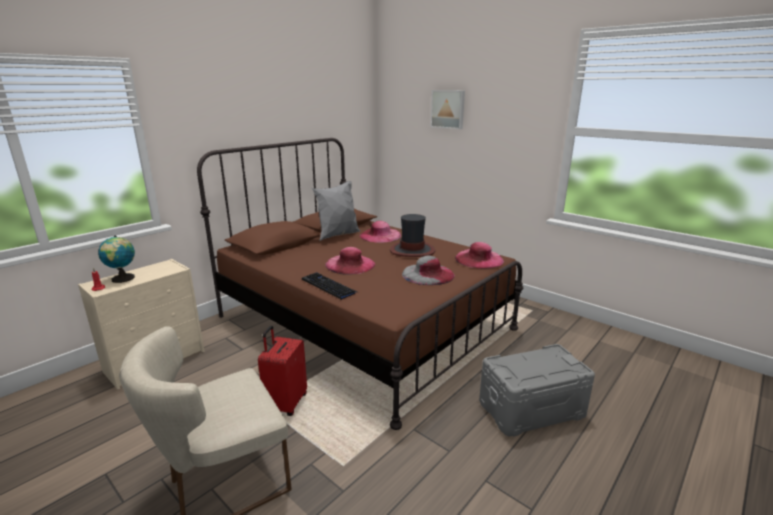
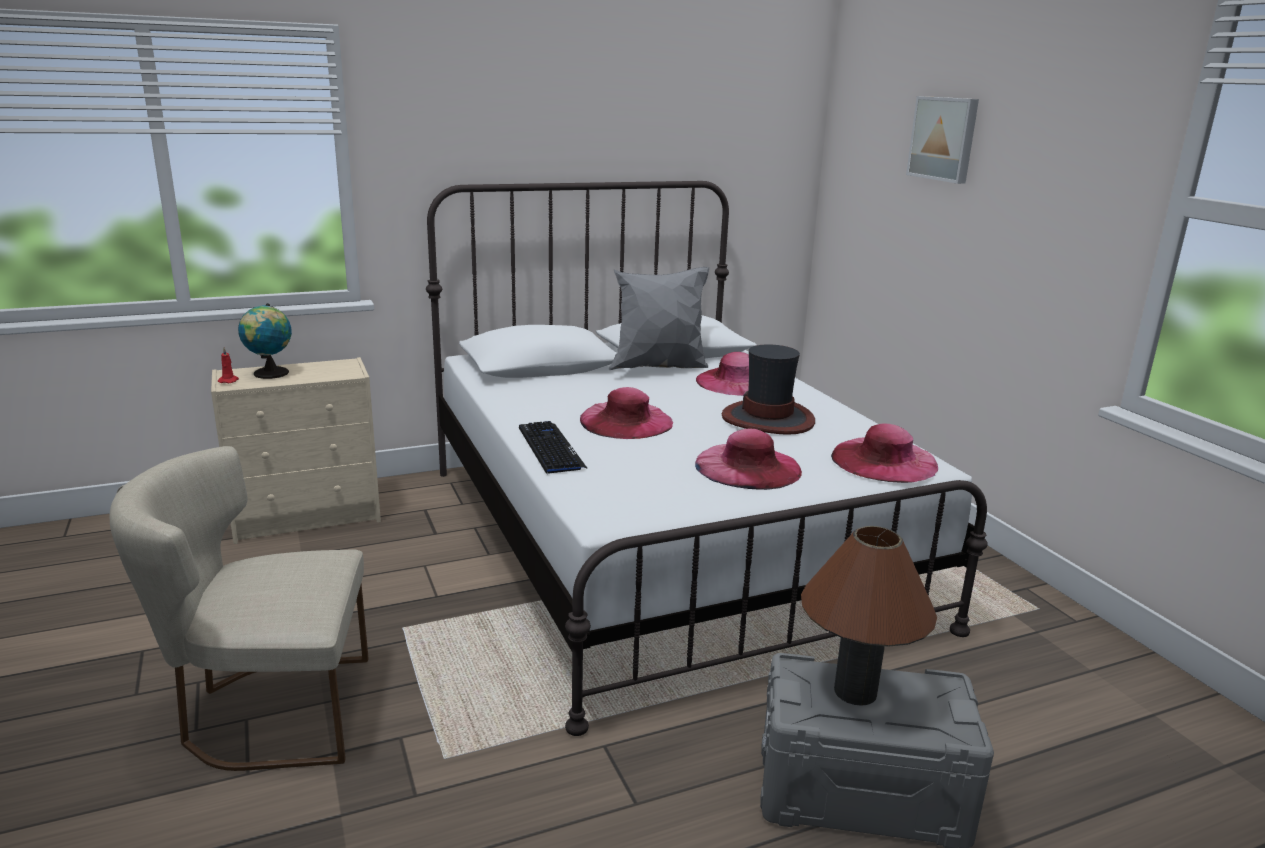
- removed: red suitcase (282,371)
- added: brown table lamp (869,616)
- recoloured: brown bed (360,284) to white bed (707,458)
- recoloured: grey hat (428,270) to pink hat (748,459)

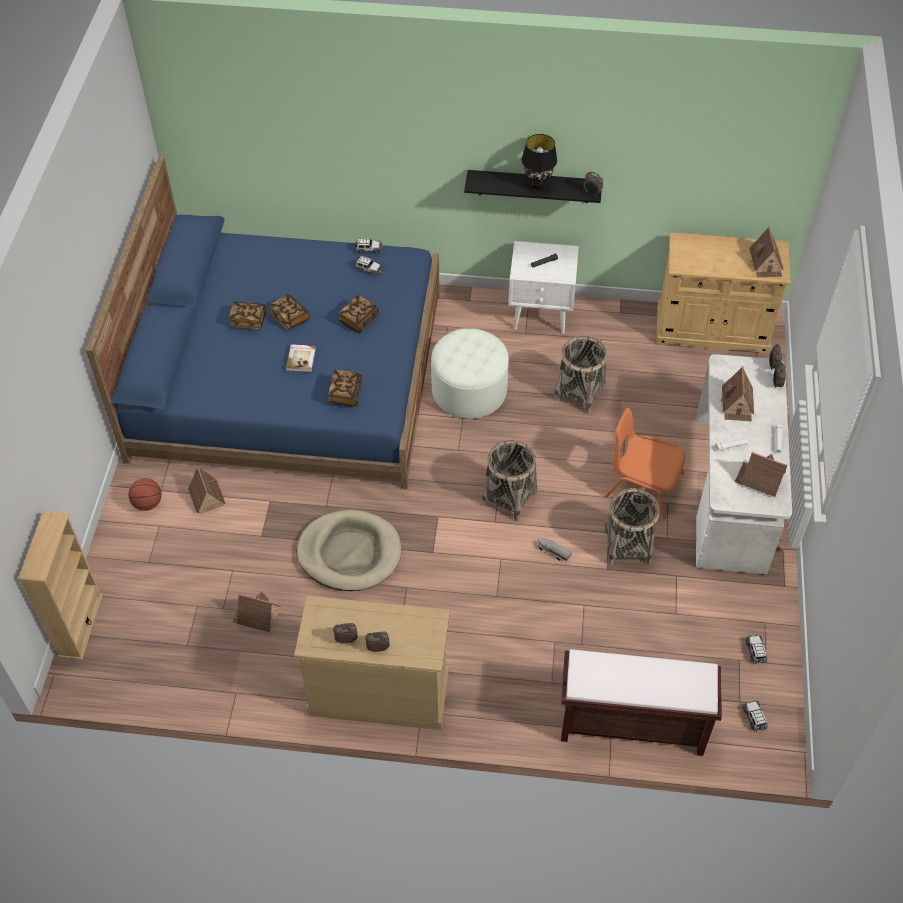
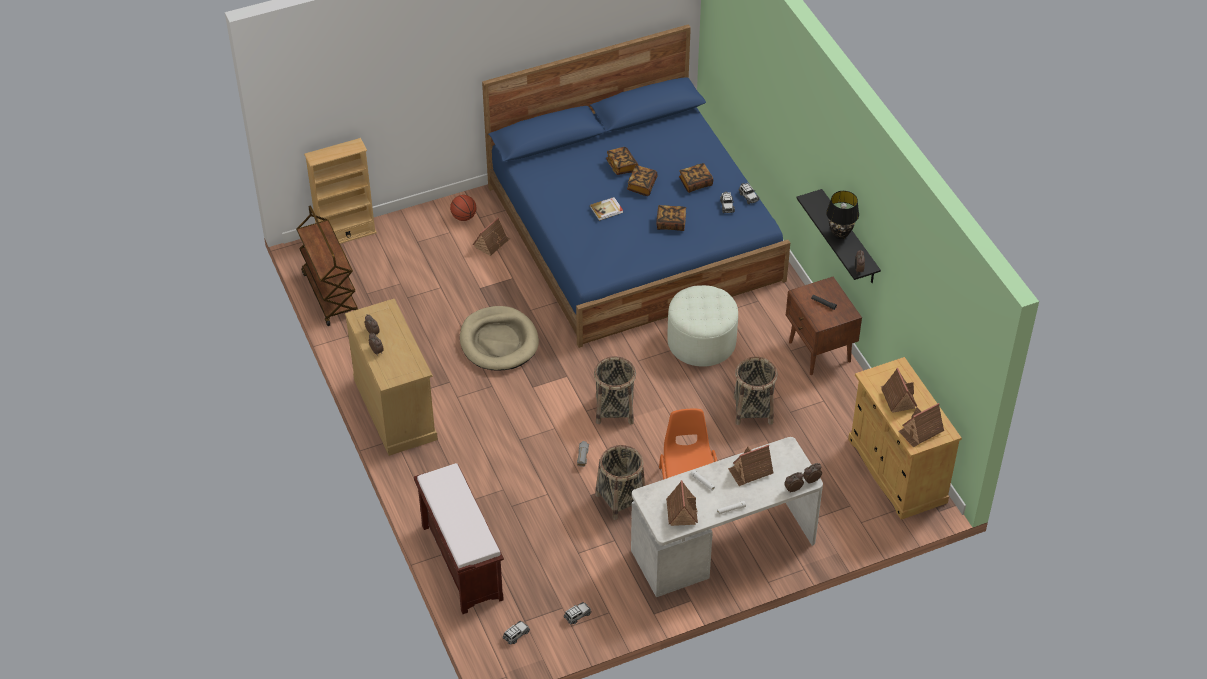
- added: brown cart (327,266)
- moved: toy house (256,611) to (899,390)
- moved: book (345,388) to (696,178)
- recoloured: white nightstand (543,287) to brown nightstand (824,325)

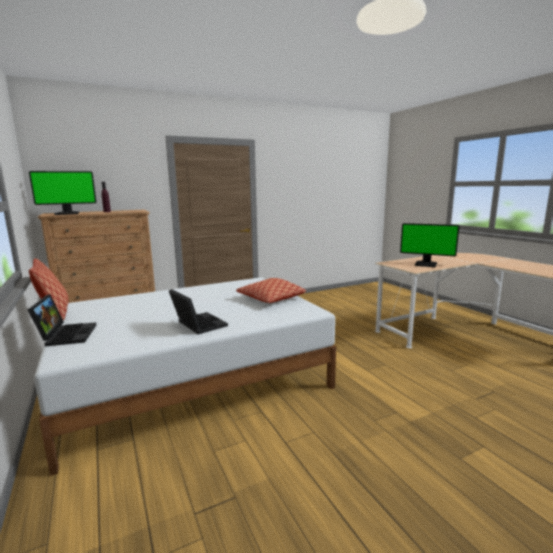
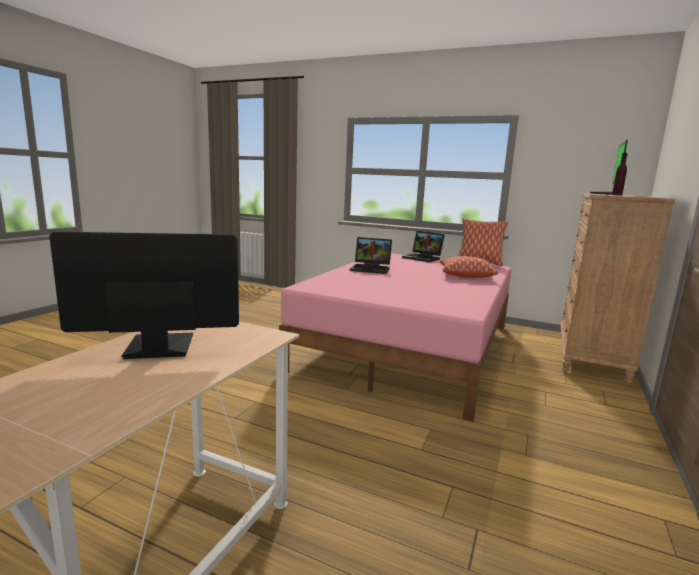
- moved: pillow (271,290) to (469,267)
- recoloured: white bed (185,376) to pink bed (395,337)

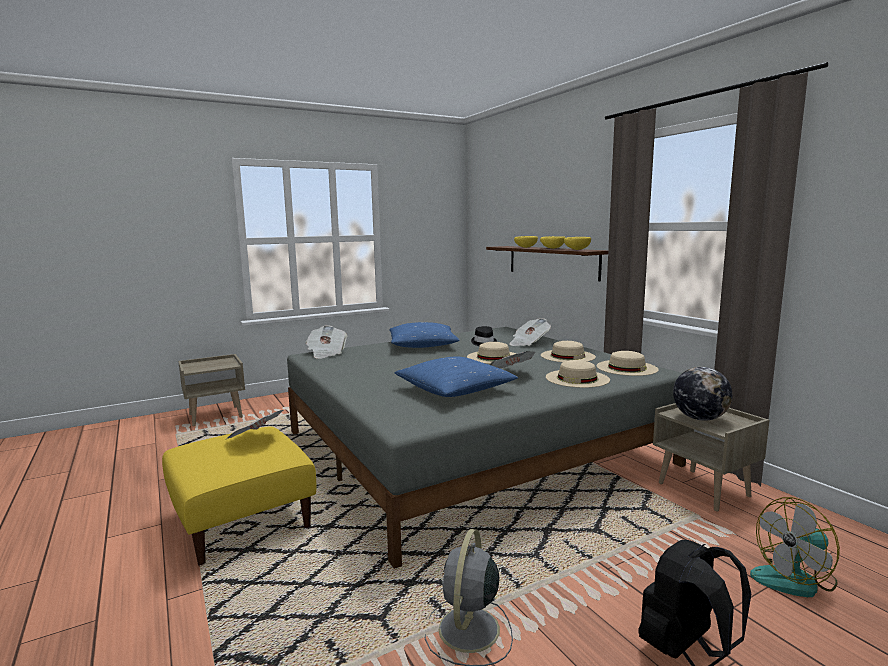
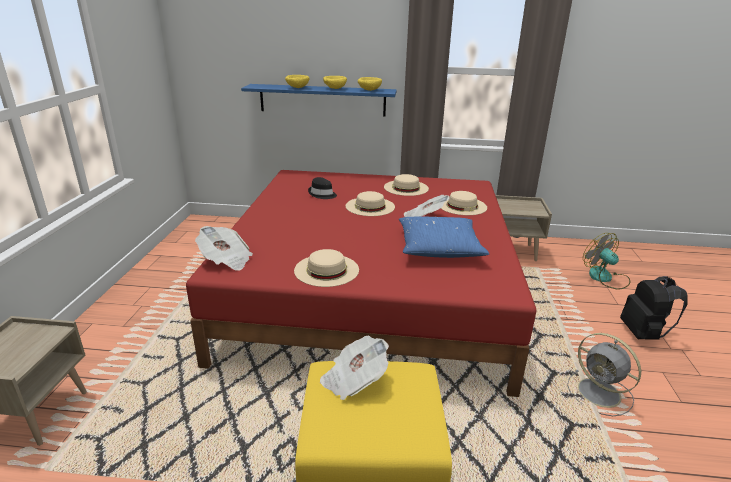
- removed: blue pillow (424,335)
- removed: newspaper (530,332)
- removed: globe (702,394)
- moved: beige hat (628,363) to (326,268)
- recoloured: grey bed (486,448) to red bed (361,283)
- recoloured: brown shelf (547,263) to blue shelf (319,100)
- turned: fan (795,547) = (606,261) 135 degrees clockwise

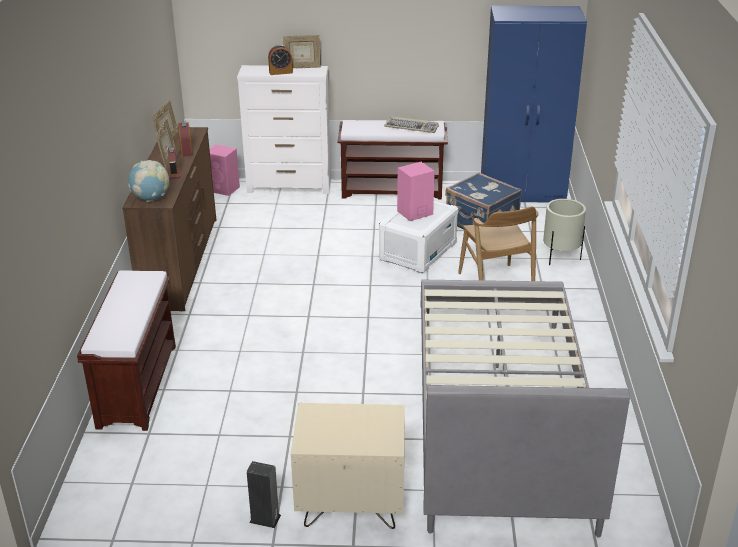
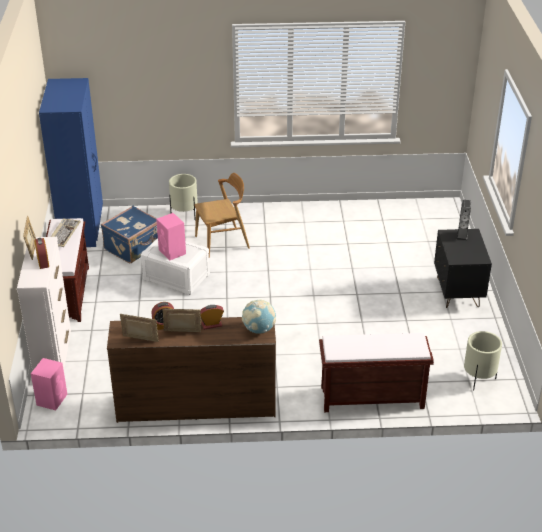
- removed: grey bed (525,408)
- added: beige planter (483,361)
- moved: speaker (264,494) to (464,220)
- recoloured: beige nightstand (348,466) to black nightstand (463,268)

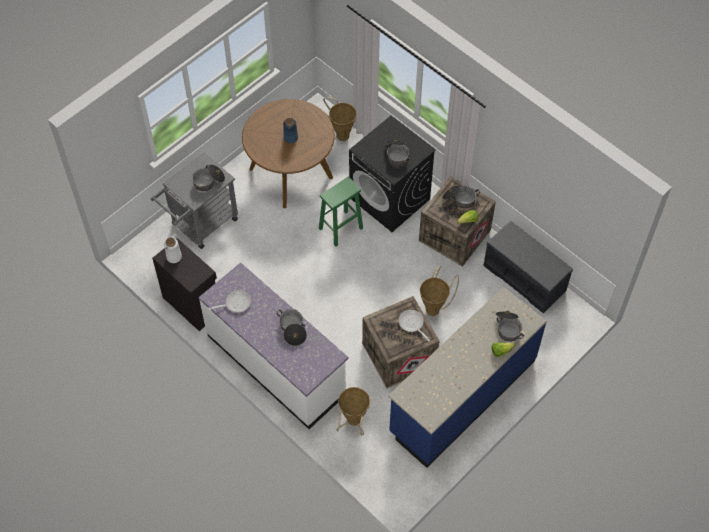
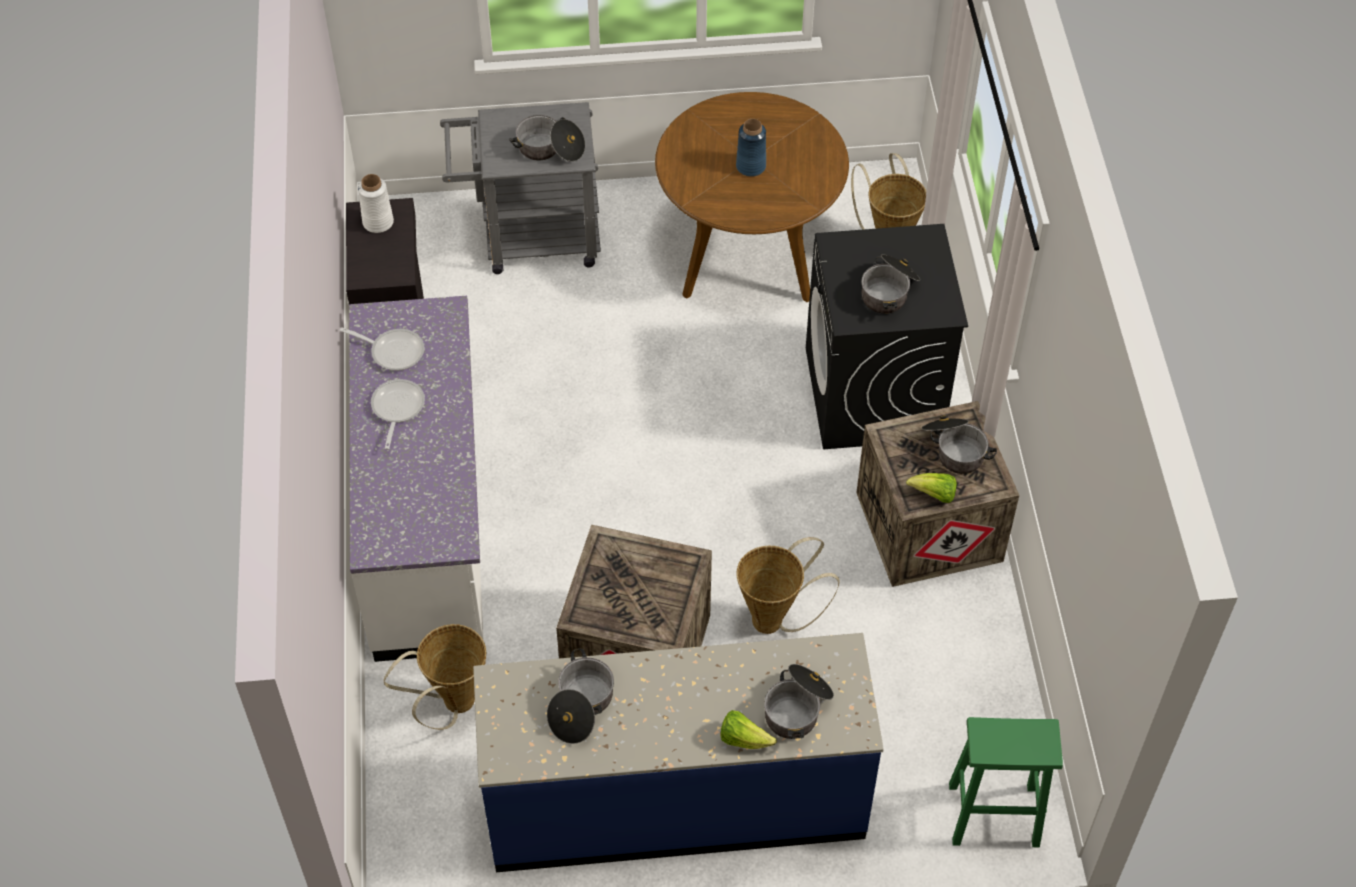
- removed: grey bench (528,267)
- moved: cooking pot (292,327) to (580,696)
- moved: green stool (341,212) to (1006,782)
- moved: frying pan (414,326) to (398,414)

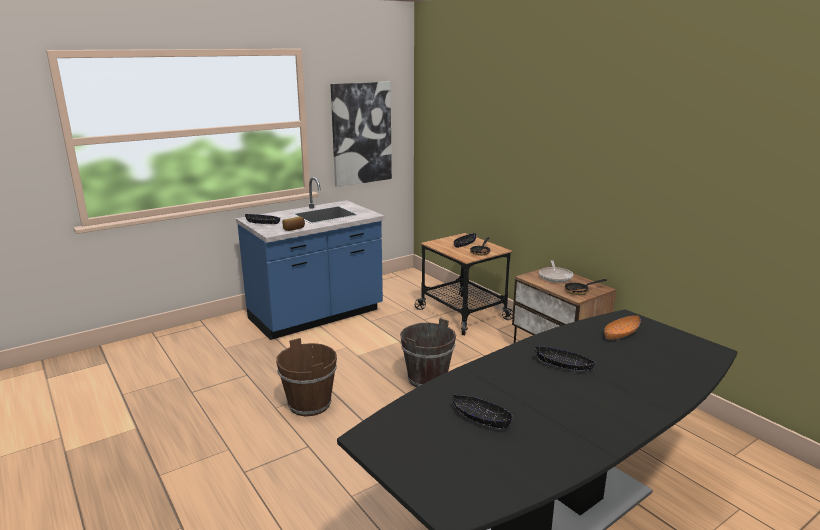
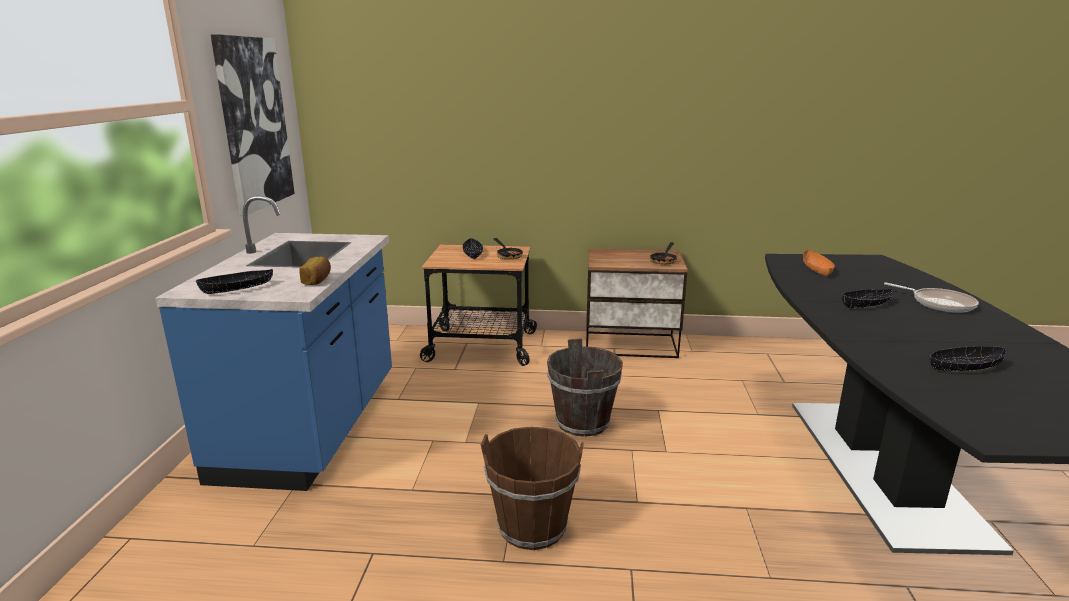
- moved: frying pan (556,271) to (931,298)

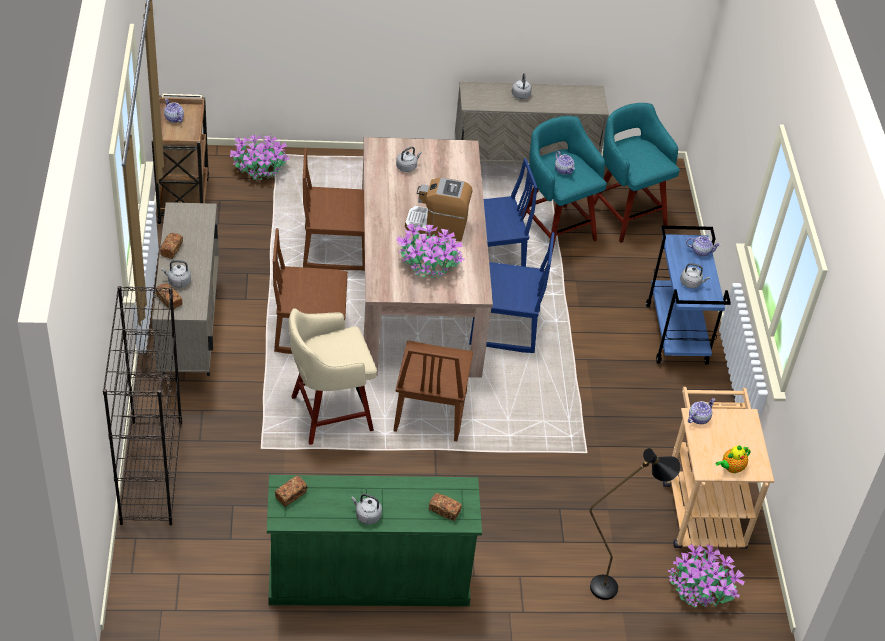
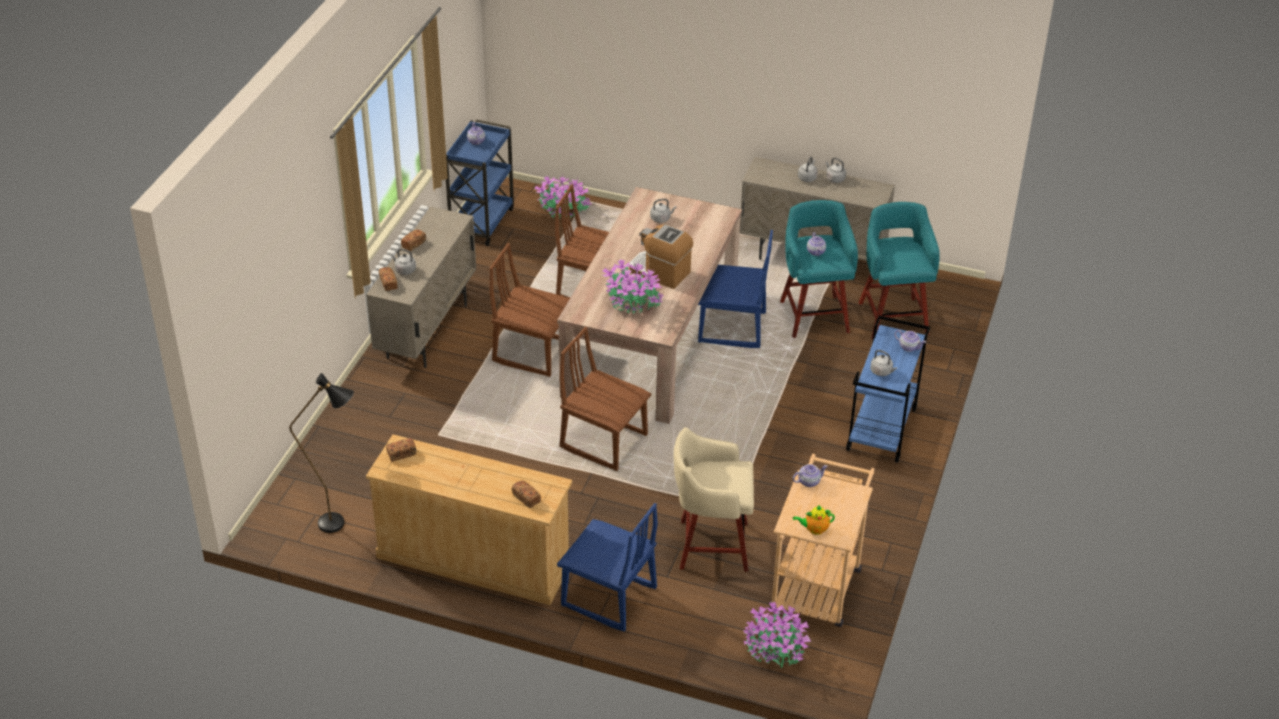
- removed: black bookcase (142,405)
- moved: beige stool (333,376) to (714,499)
- moved: grey kettle (366,509) to (835,170)
- moved: blue chair (512,292) to (607,567)
- moved: black floor lamp (635,524) to (321,453)
- recoloured: brown cart (180,159) to blue cart (480,182)
- recoloured: green dresser (374,540) to beige dresser (469,519)
- turned: brown chair (433,391) = (605,399) 90 degrees clockwise

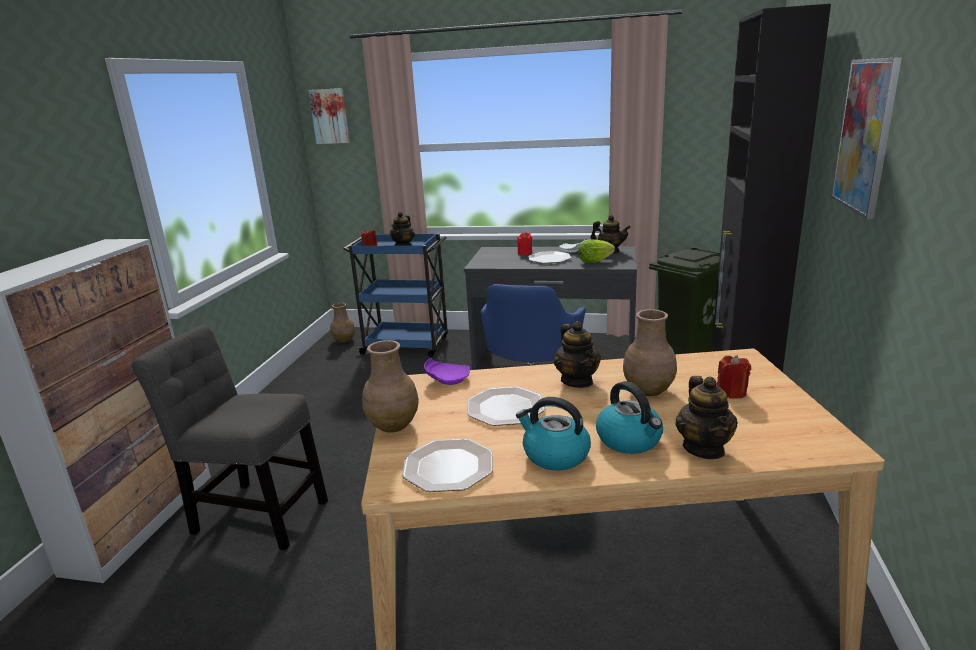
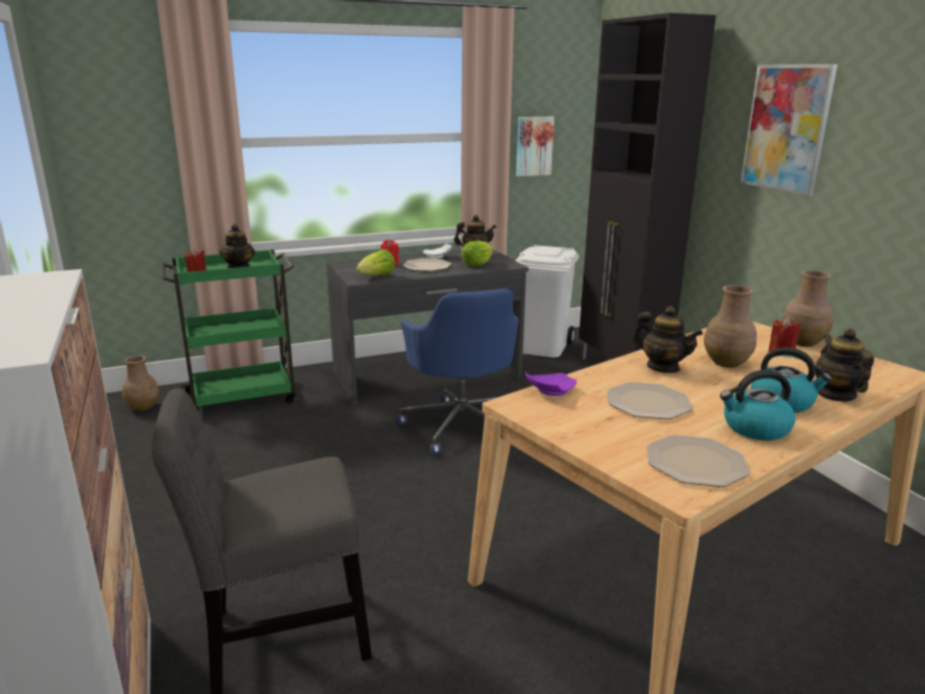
- added: lettuce (375,262)
- moved: picture (329,116) to (535,146)
- moved: brown vase (390,386) to (807,308)
- recoloured: blue cart (396,295) to green cart (228,329)
- recoloured: green trash can (684,301) to white trash can (547,301)
- turned: teapot (706,417) = (844,365) 150 degrees counterclockwise

